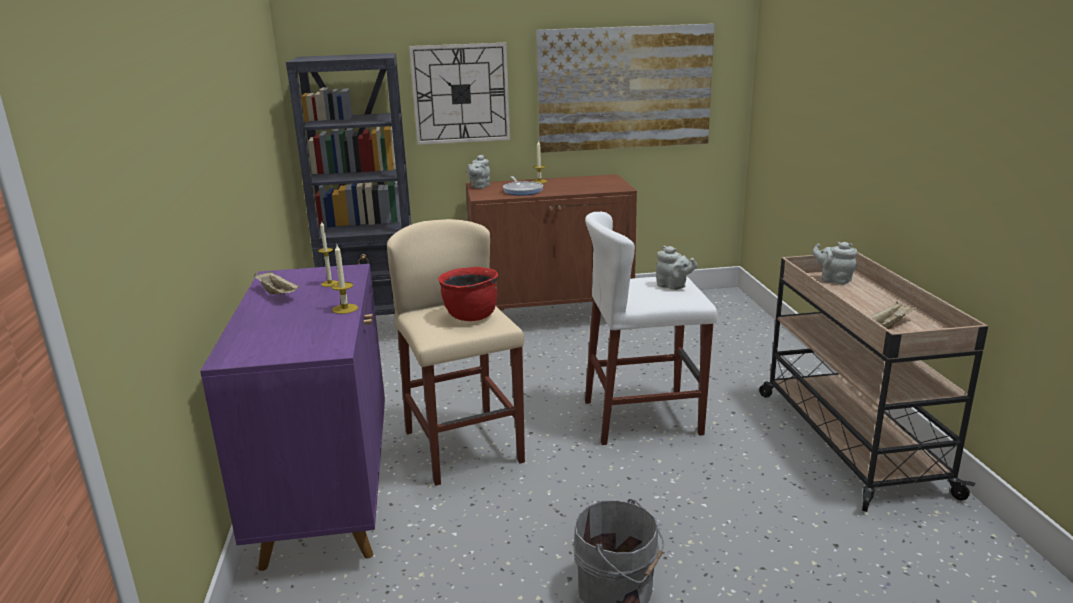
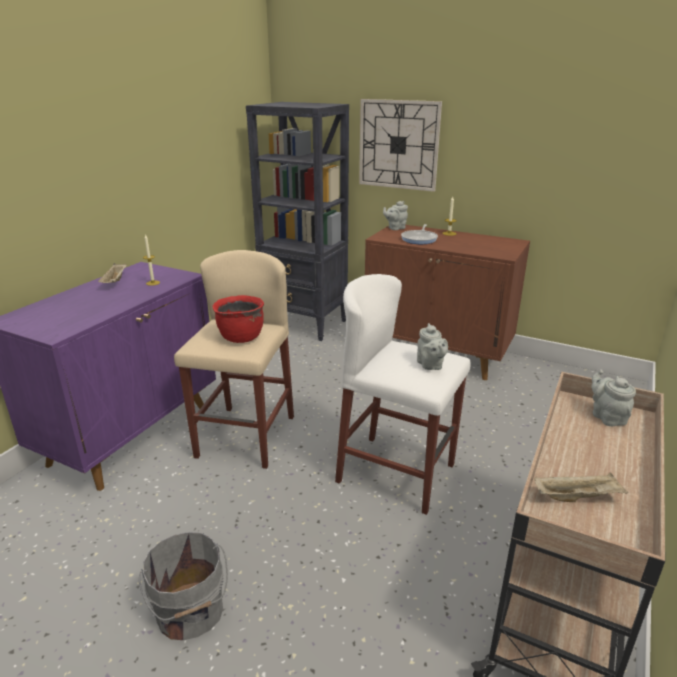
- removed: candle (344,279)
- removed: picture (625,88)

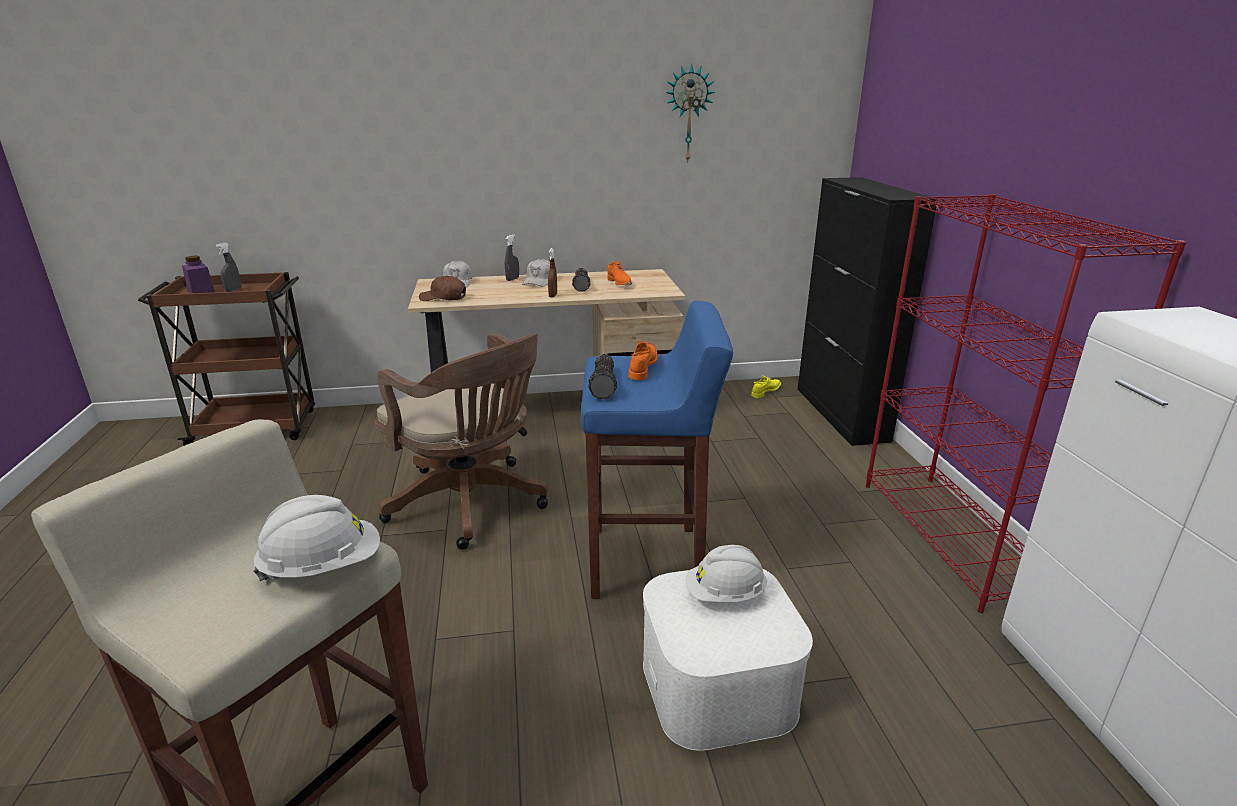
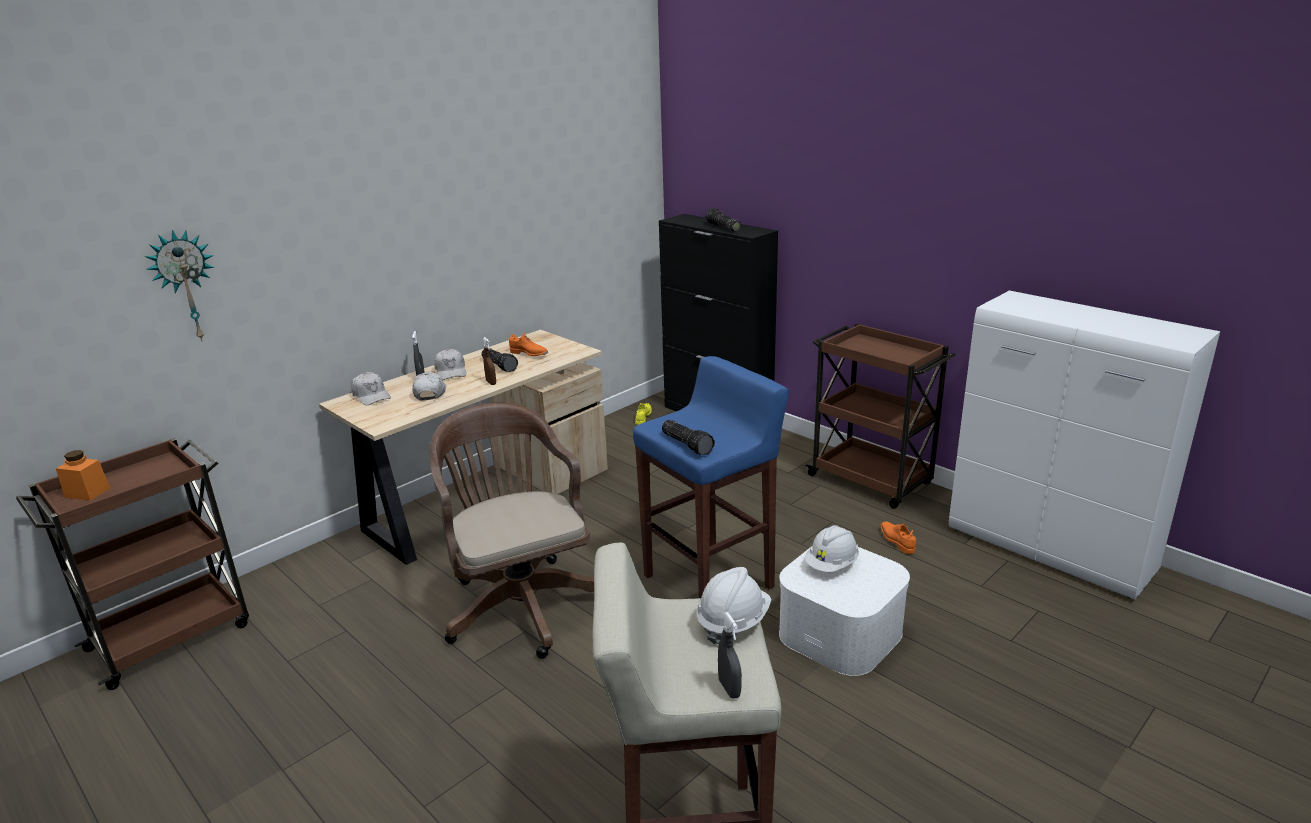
- removed: brown cap (442,288)
- added: white cap (429,386)
- added: flashlight (723,220)
- moved: grey spray bottle (228,267) to (730,655)
- moved: orange shoe (643,361) to (898,537)
- moved: wall clock (690,113) to (180,286)
- replaced: red bookcase (1026,403) to brown cart (880,416)
- recoloured: purple jar (198,274) to orange jar (83,475)
- turned: brown office chair (461,441) = (512,531) 120 degrees counterclockwise

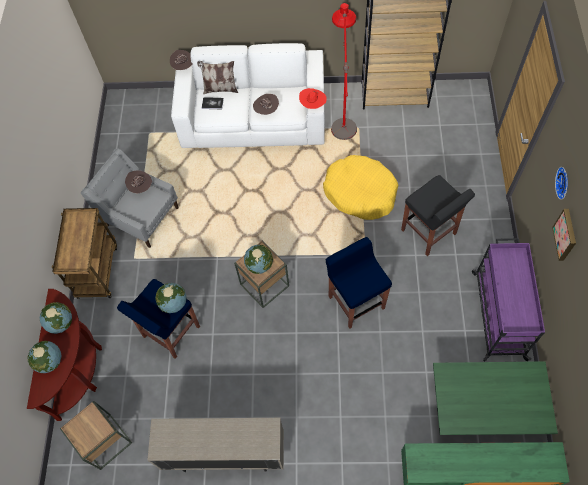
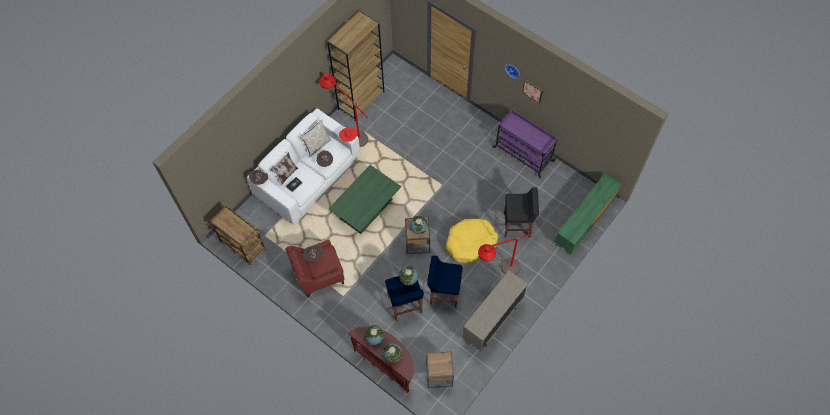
- added: pillow (315,138)
- added: red floor lamp (505,254)
- moved: brown cart (84,253) to (238,235)
- moved: yellow dog bed (360,187) to (472,241)
- moved: blue stool (359,283) to (444,282)
- moved: black stool (438,215) to (521,212)
- moved: green coffee table (495,398) to (365,199)
- recoloured: grey armchair (130,198) to red armchair (315,268)

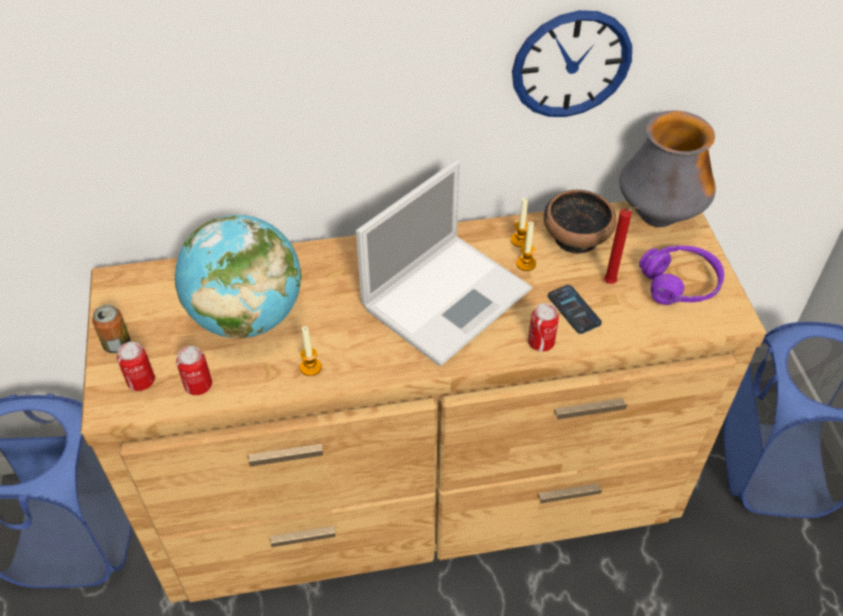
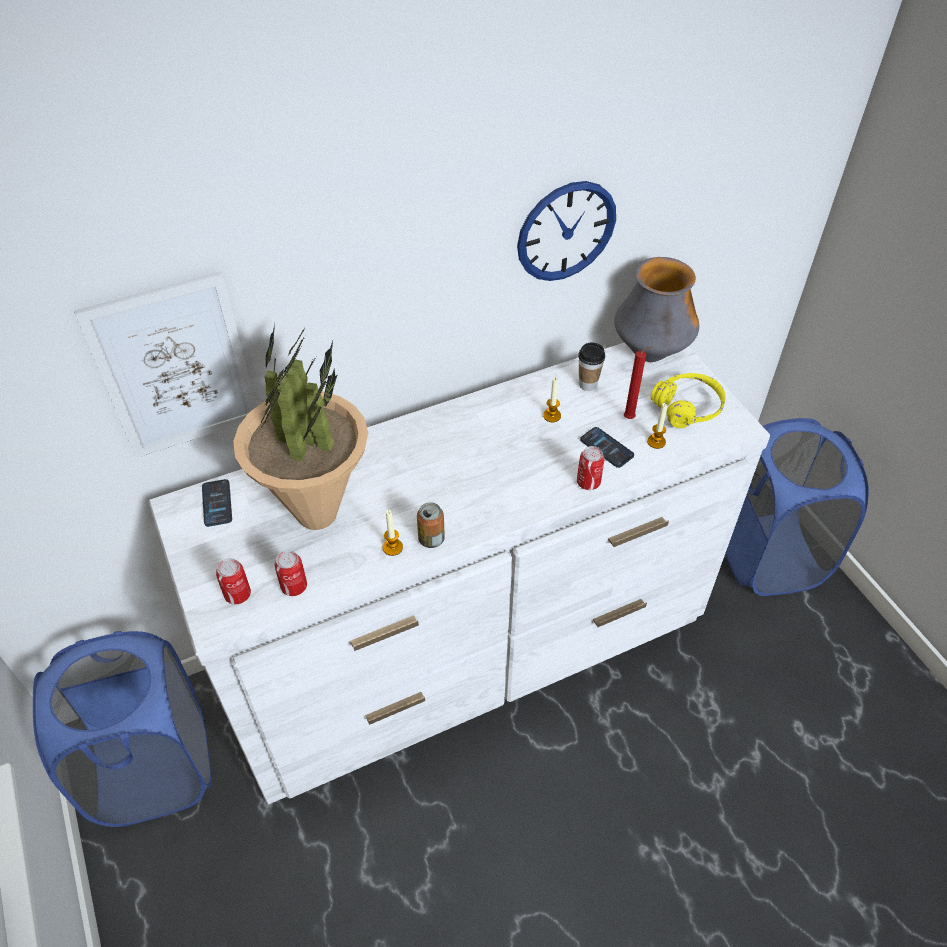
- removed: laptop (444,263)
- added: picture (165,364)
- added: phone (217,503)
- moved: can (111,328) to (431,525)
- moved: candle (519,222) to (657,426)
- replaced: globe (238,277) to potted plant (300,426)
- replaced: bowl (580,222) to cup (591,367)
- recoloured: brown dresser (423,402) to white dresser (459,573)
- recoloured: purple headphones (681,275) to yellow headphones (688,400)

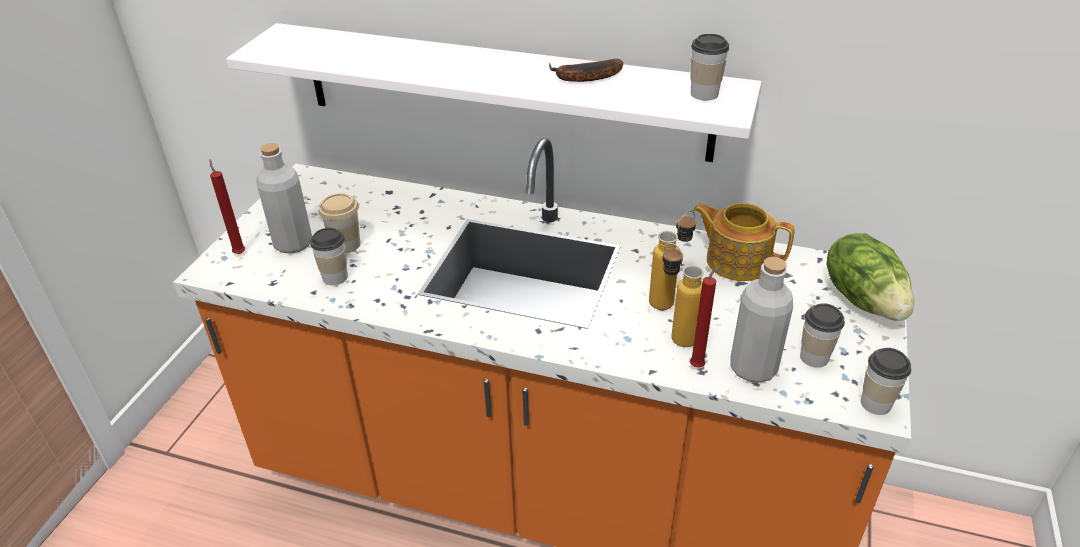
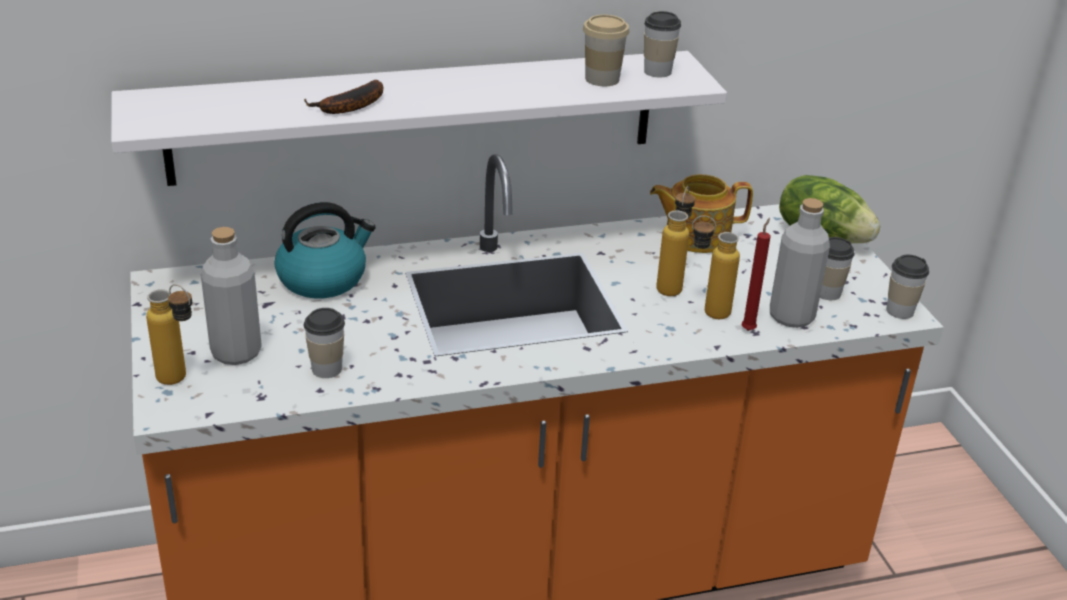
- added: kettle (325,250)
- moved: cup (339,223) to (606,50)
- moved: banana (586,70) to (343,97)
- replaced: red candle (227,206) to bottle (169,334)

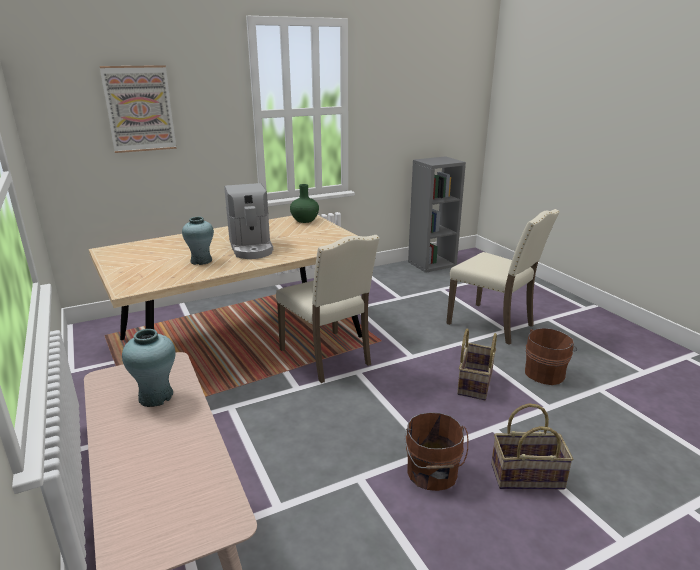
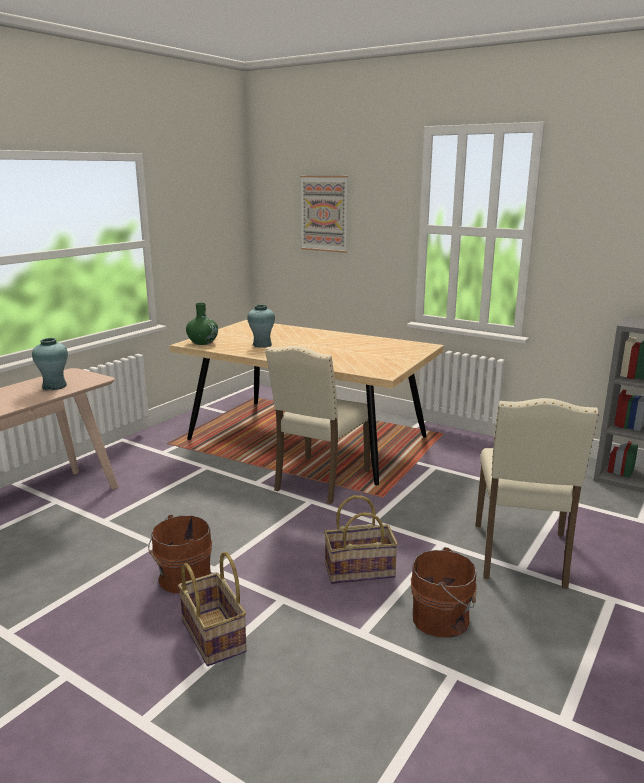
- removed: coffee machine (249,221)
- moved: green vase (304,203) to (202,324)

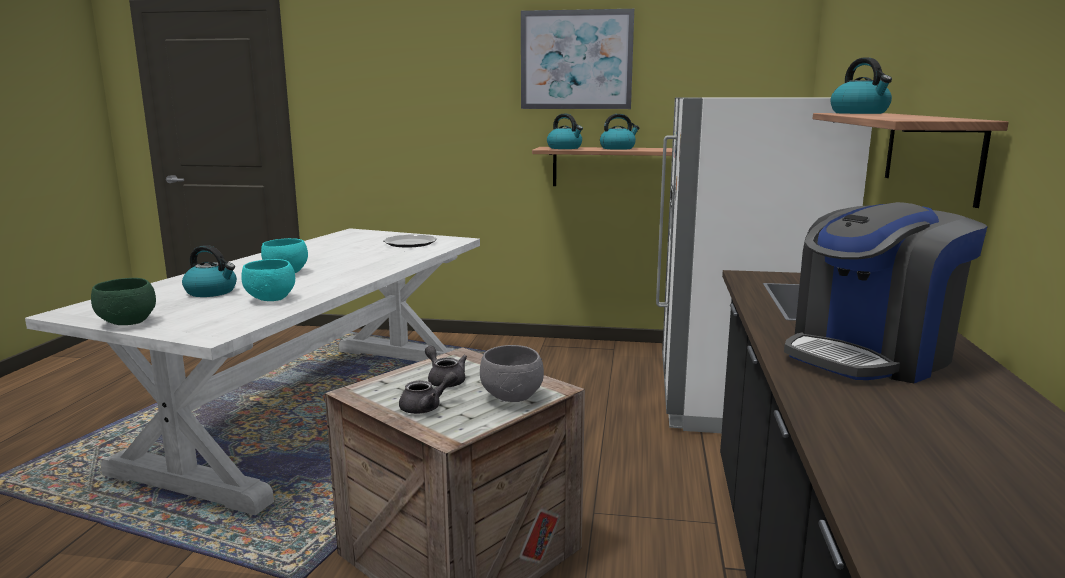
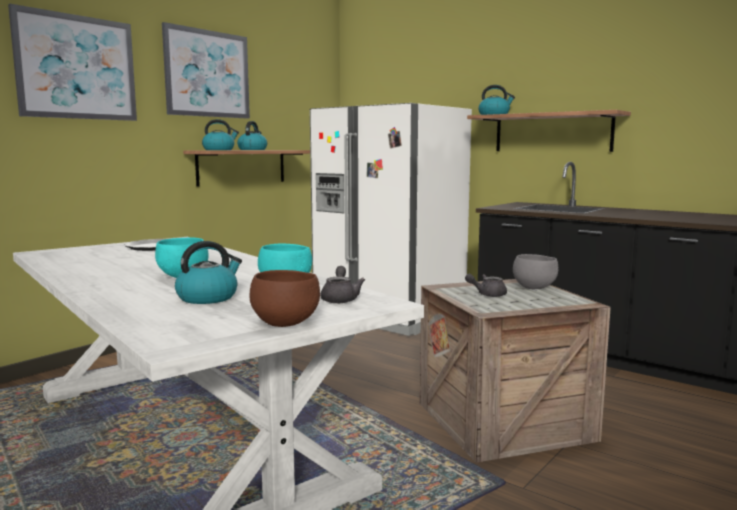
- removed: coffee machine (886,292)
- added: picture (72,62)
- moved: grey teapot (428,392) to (342,284)
- recoloured: green bowl (123,301) to brown bowl (284,298)

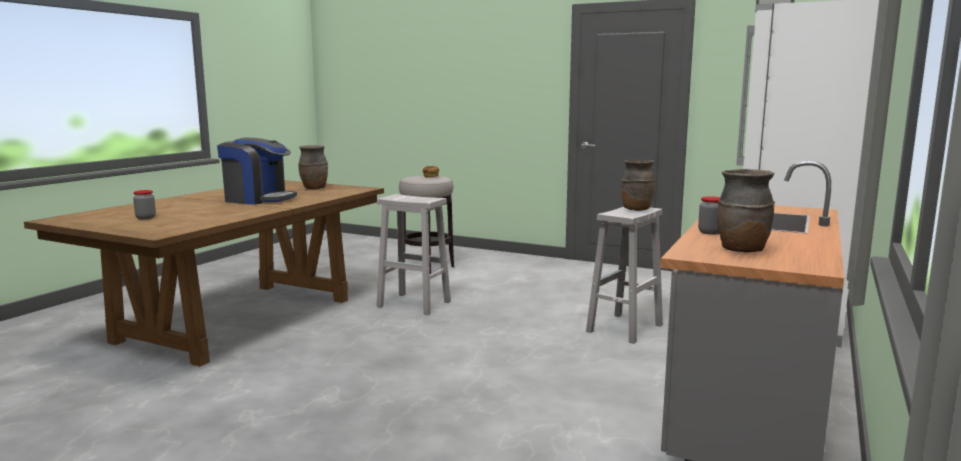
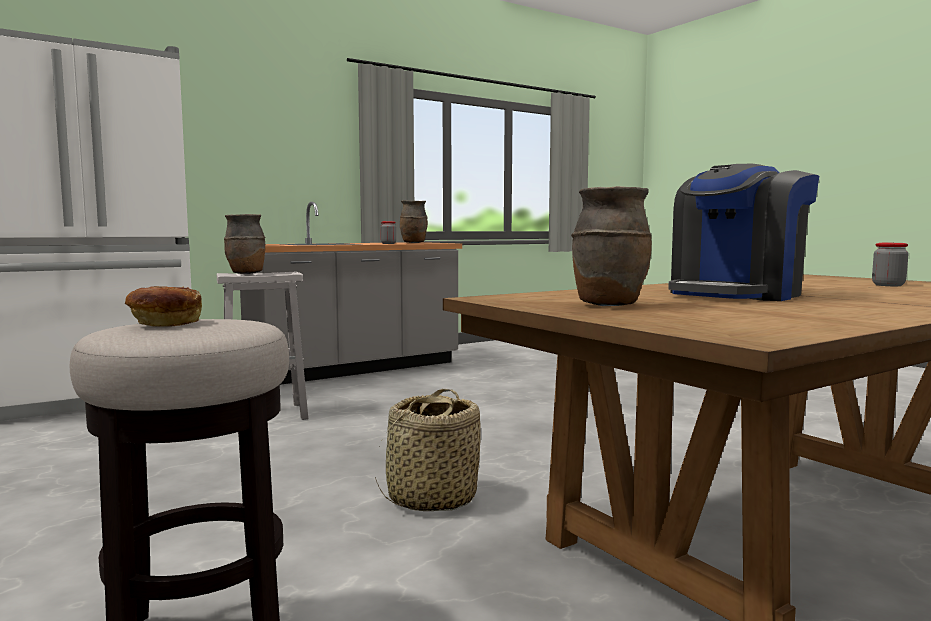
- replaced: white stool (413,254) to basket (428,450)
- turned: coffee machine (257,171) = (743,232) 90 degrees counterclockwise

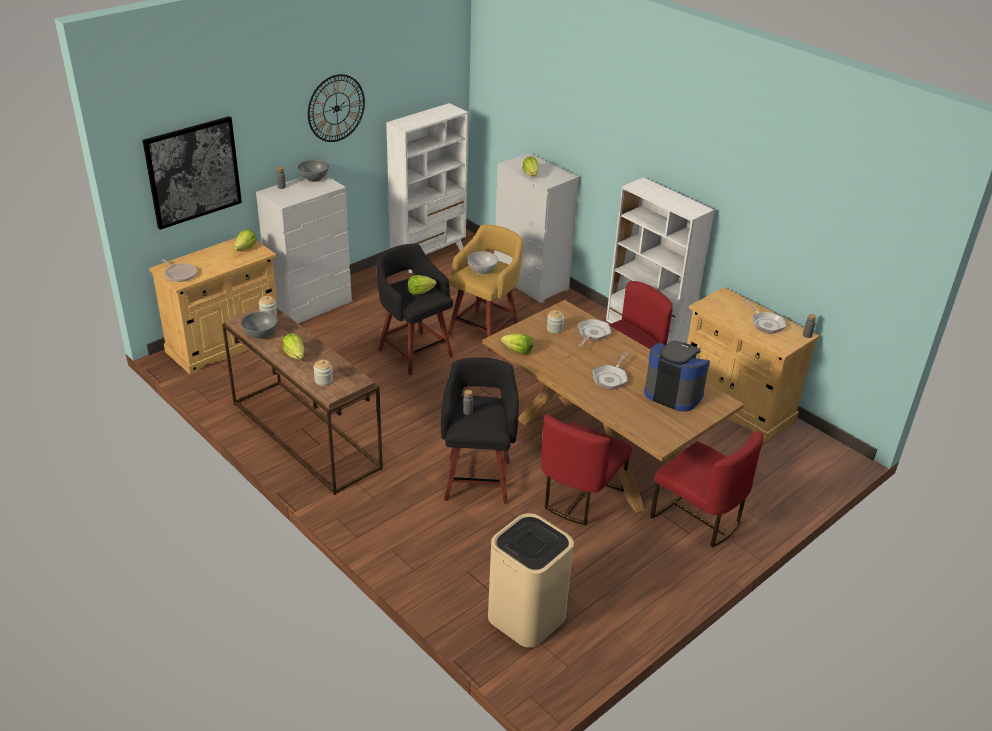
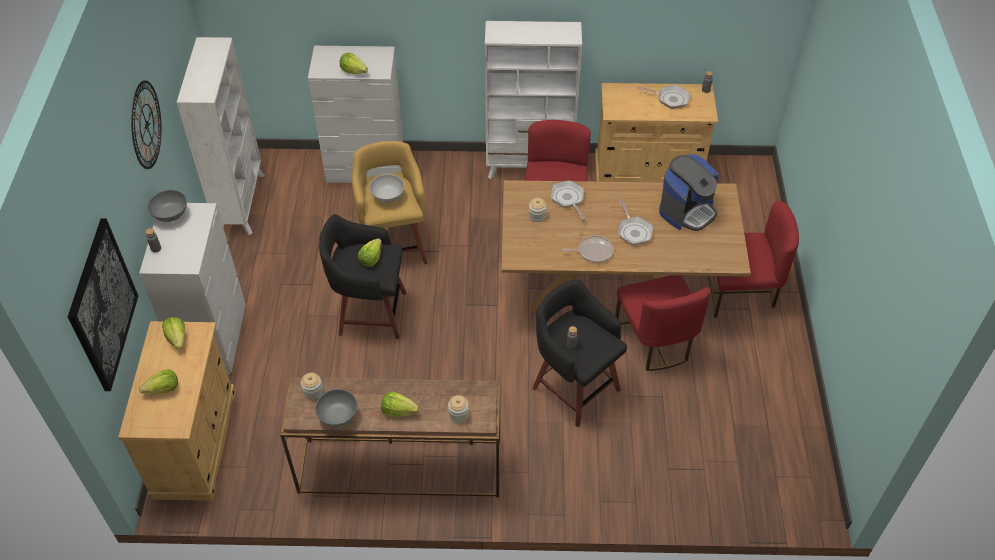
- removed: beige trash can (531,580)
- moved: frying pan (179,270) to (588,249)
- moved: lettuce (517,344) to (158,382)
- turned: coffee machine (677,376) = (689,192) 150 degrees clockwise

